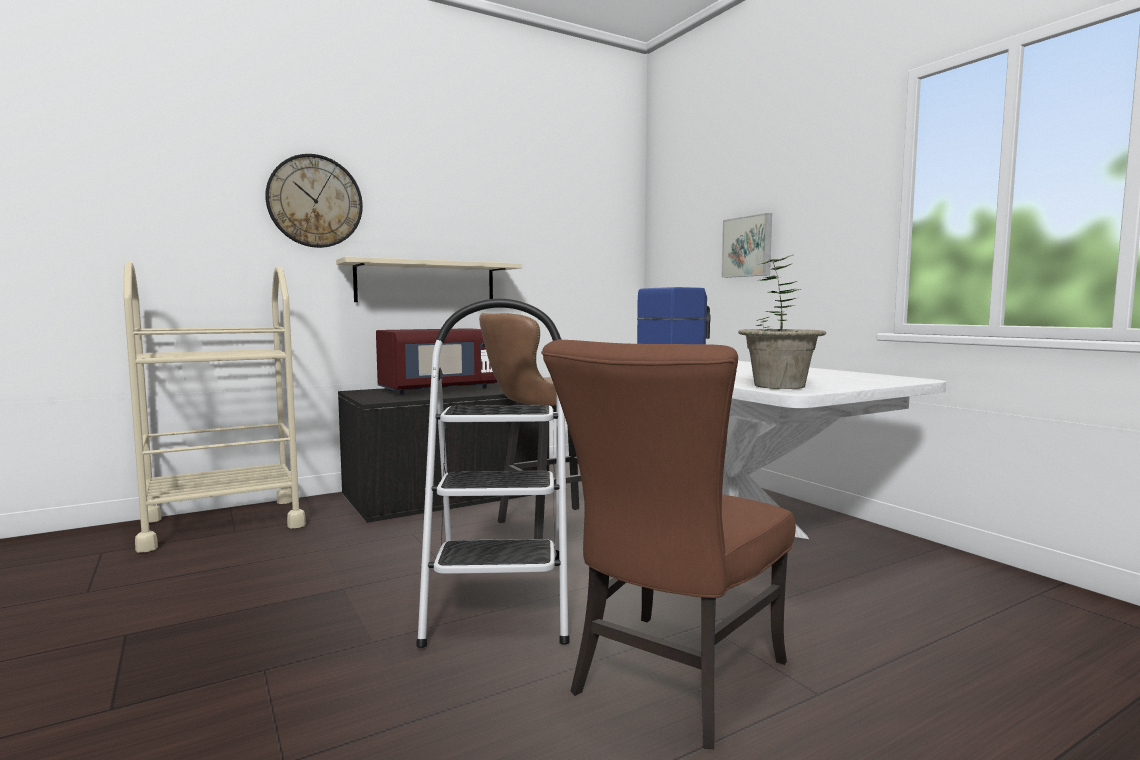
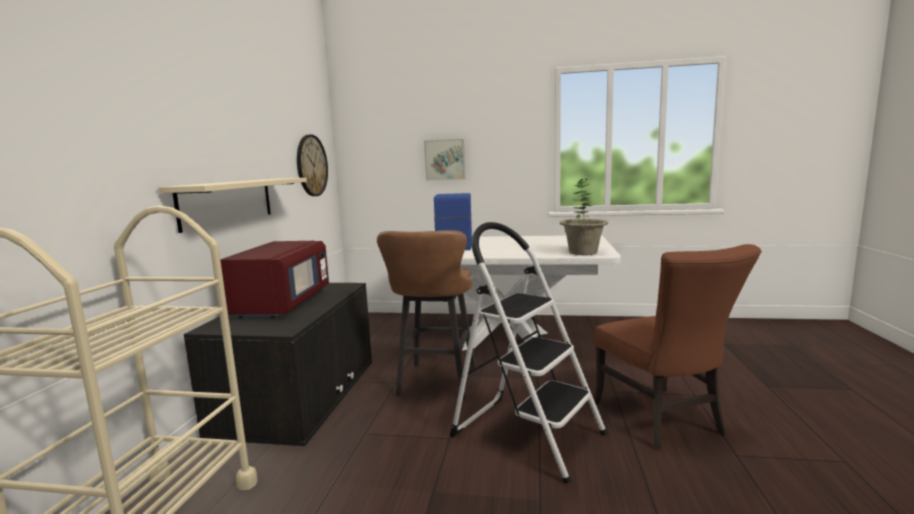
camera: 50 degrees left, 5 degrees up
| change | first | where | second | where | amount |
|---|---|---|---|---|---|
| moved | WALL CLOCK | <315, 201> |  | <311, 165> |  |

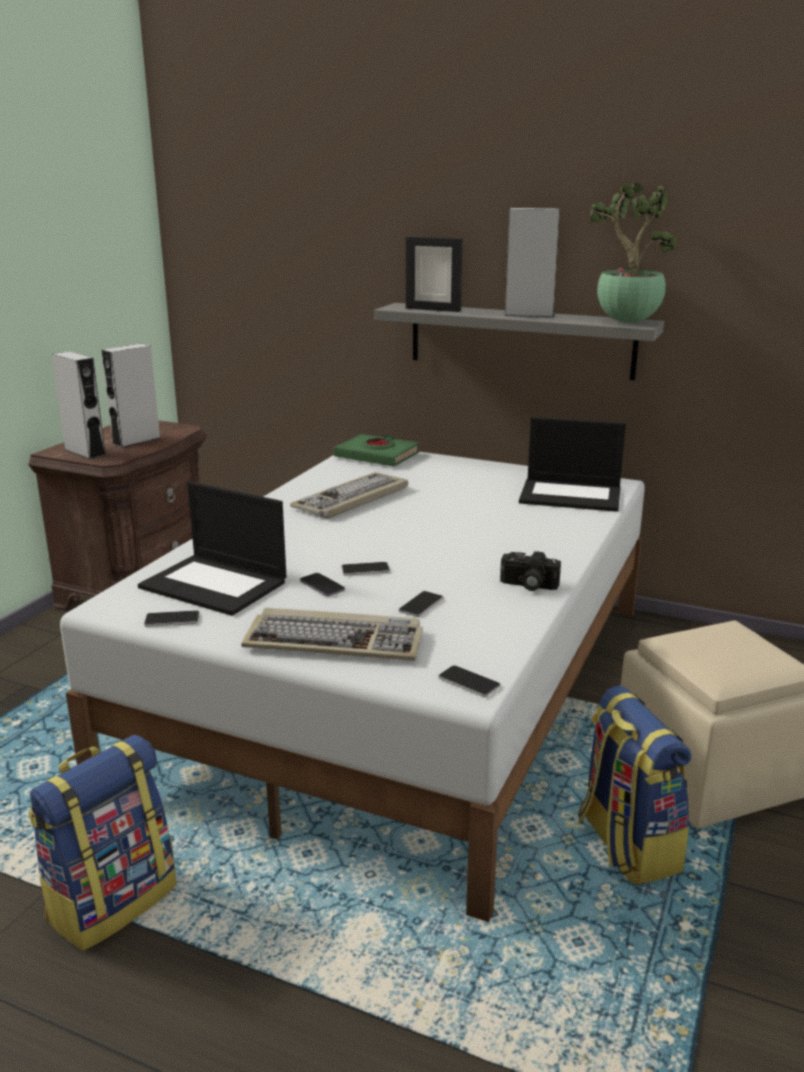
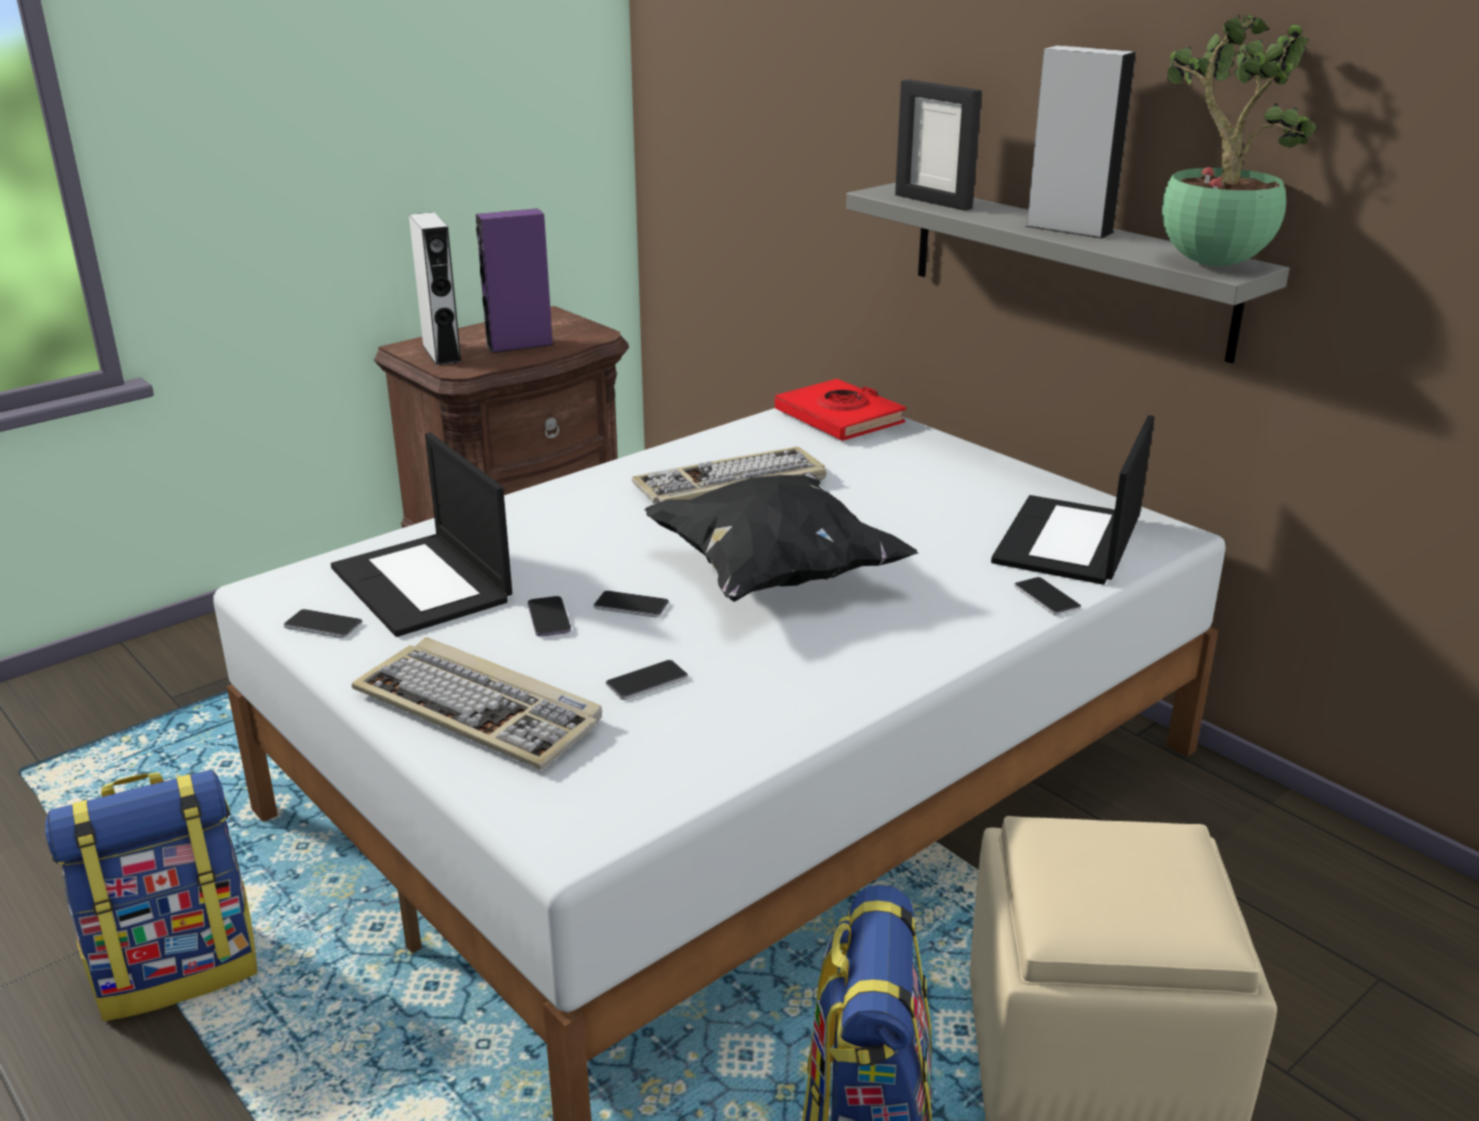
camera: 25 degrees right, 5 degrees up
| change | first | where | second | where | amount |
|---|---|---|---|---|---|
| recoloured | GRAY AUDIO SPEAKER | <136, 440> | PURPLISH AUDIO SPEAKER | <519, 345> |  |
| turned | NOTEBOOK COMPUTER | <572, 495> |  | <1069, 542> | 75 degrees clockwise |
| recoloured | GREENISH VOLUME | <377, 456> | RED VOLUME | <839, 418> |  |
| removed | STILL CAMERA | <528, 585> |  |  |  |
| moved | TELEPHONE | <469, 682> |  | <1047, 597> |  |
| added |  |  | BLACK THROW PILLOW | <773, 574> |  |

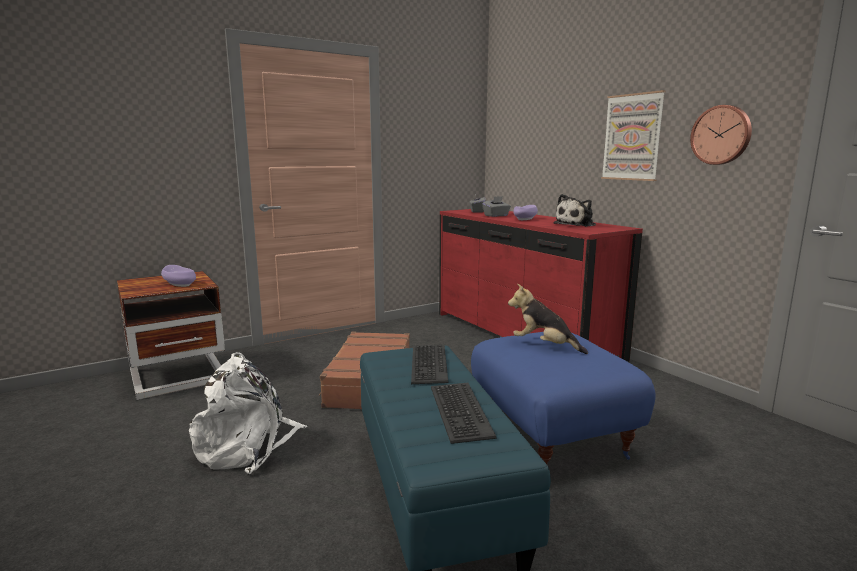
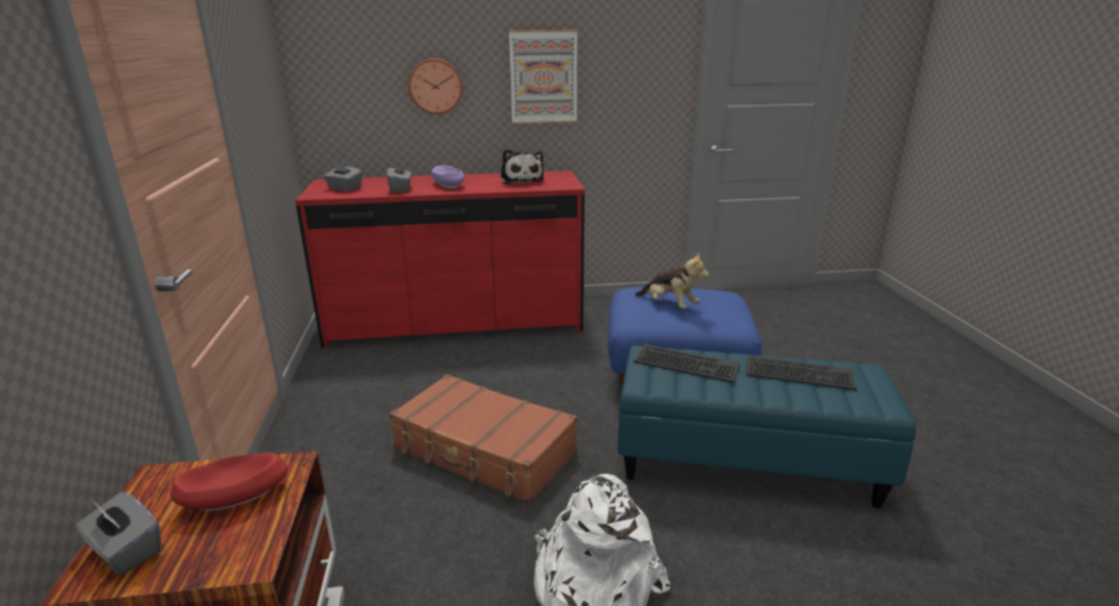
camera: 65 degrees left, 10 degrees up
| change | first | where | second | where | amount |
|---|---|---|---|---|---|
| moved | WALL CLOCK | <721, 135> |  | <435, 86> |  |
| recoloured | PURPLISH BOWL | <179, 284> | RED BOWL | <234, 497> |  |
| turned | PLUSH TOY | <544, 346> |  | <669, 305> | 105 degrees counterclockwise |
| added |  |  | GRAY BOX OF TISSUES | <125, 552> |  |

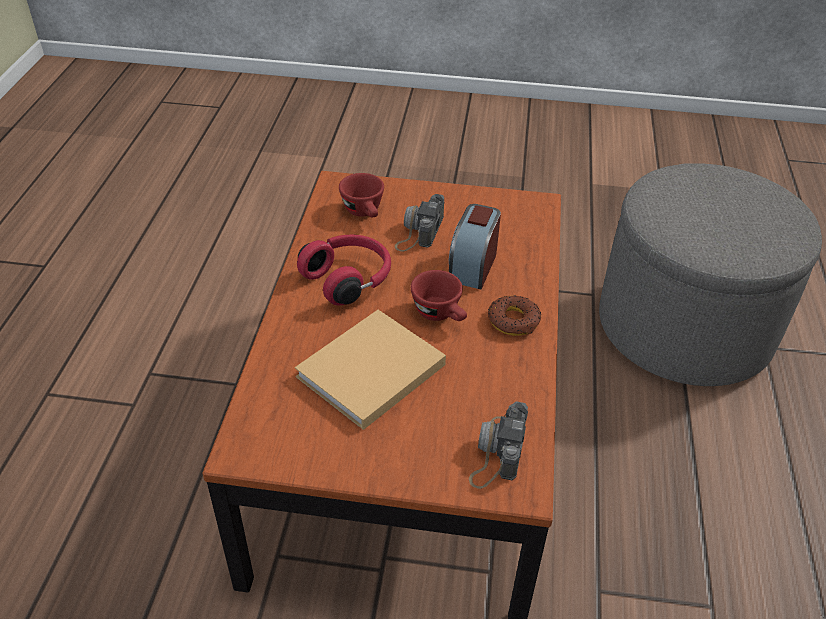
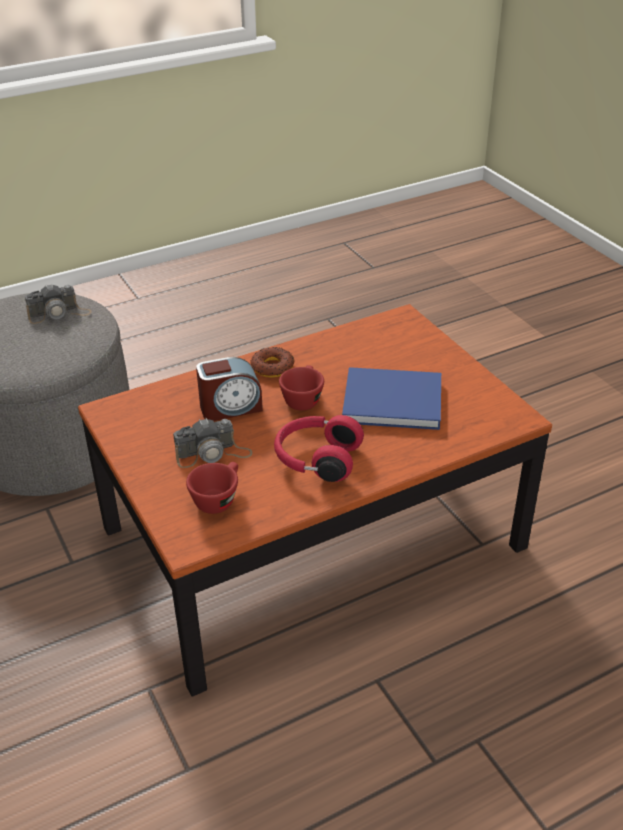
camera: 125 degrees left, 5 degrees down
| change | first | where | second | where | amount |
|---|---|---|---|---|---|
| recoloured | SAND-COLOURED VOLUME | <368, 373> | BLUE-COLOURED VOLUME | <396, 402> |  |
| moved | STILL CAMERA | <497, 453> |  | <59, 313> |  |

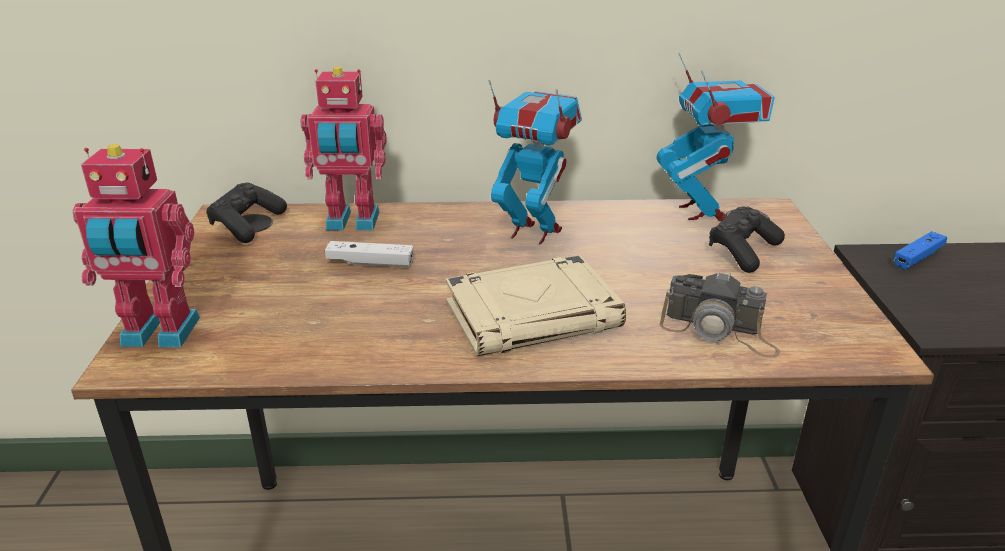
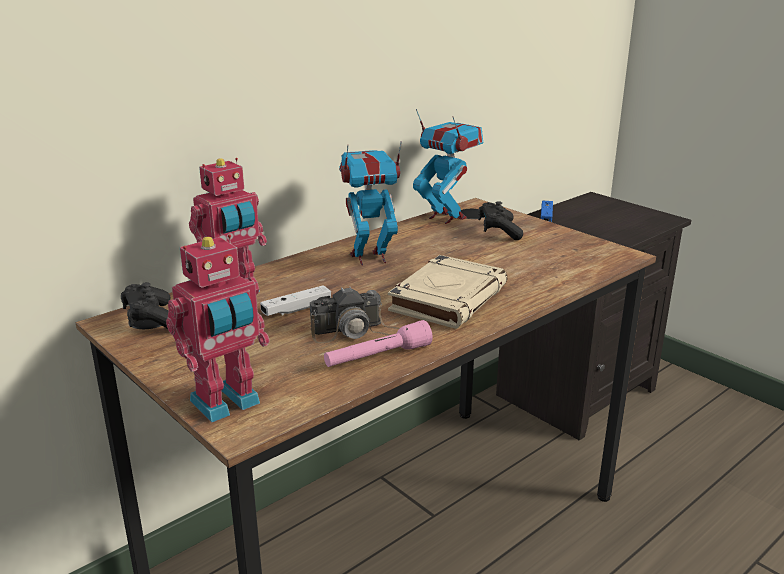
camera: 40 degrees left, 5 degrees down
| change | first | where | second | where | amount |
|---|---|---|---|---|---|
| moved | STILL CAMERA | <719, 331> |  | <356, 331> |  |
| added |  |  | PINK HAND TORCH | <378, 357> |  |

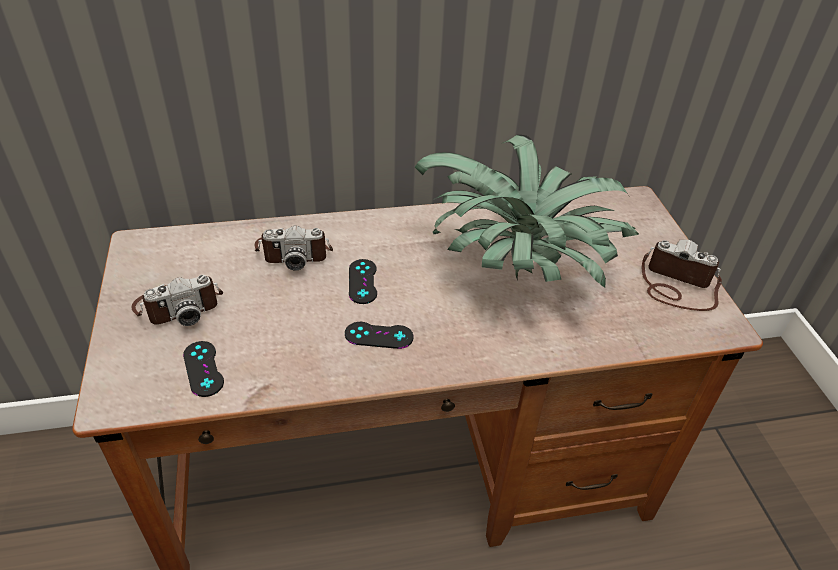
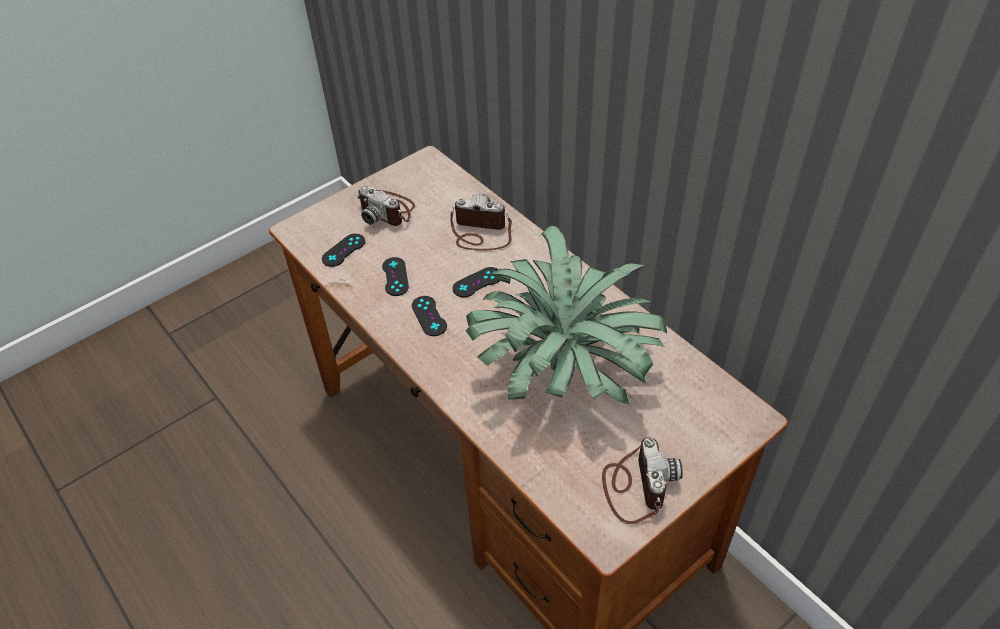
camera: 65 degrees right, 5 degrees up
| change | first | where | second | where | amount |
|---|---|---|---|---|---|
| turned | STILL CAMERA | <294, 251> |  | <480, 233> | 135 degrees clockwise |
| added |  |  | BLACK JOYPAD | <395, 276> |  |

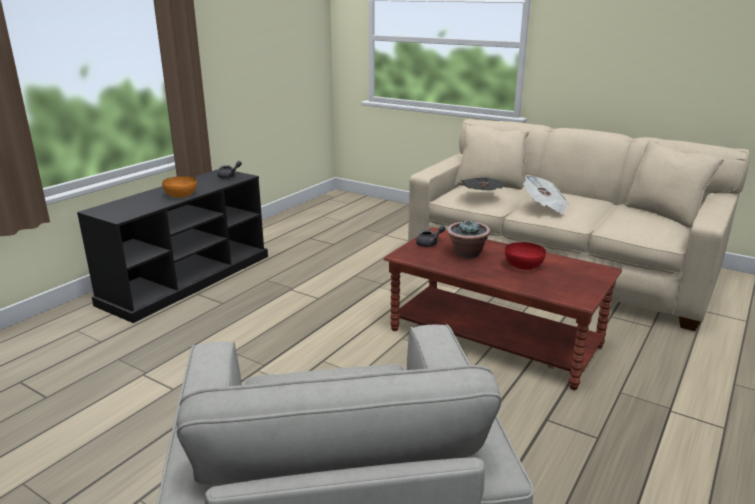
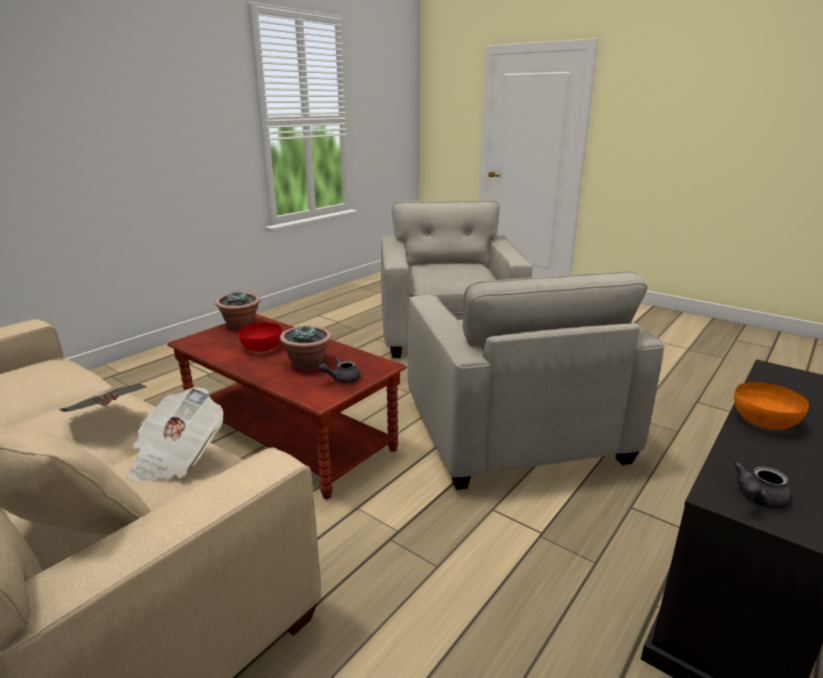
camera: 175 degrees left, 0 degrees up
| change | first | where | second | where | amount |
|---|---|---|---|---|---|
| added |  |  | GRAY EASY CHAIR | <512, 430> |  |
| added |  |  | POTTED PLANT | <241, 324> |  |

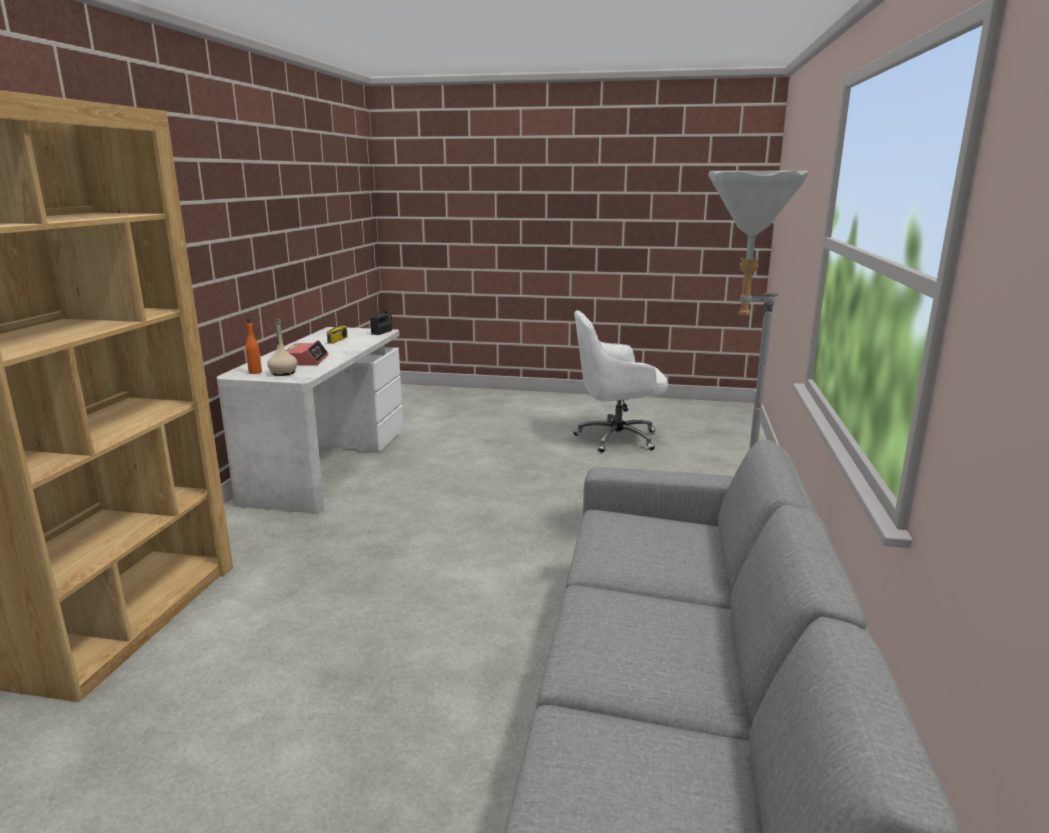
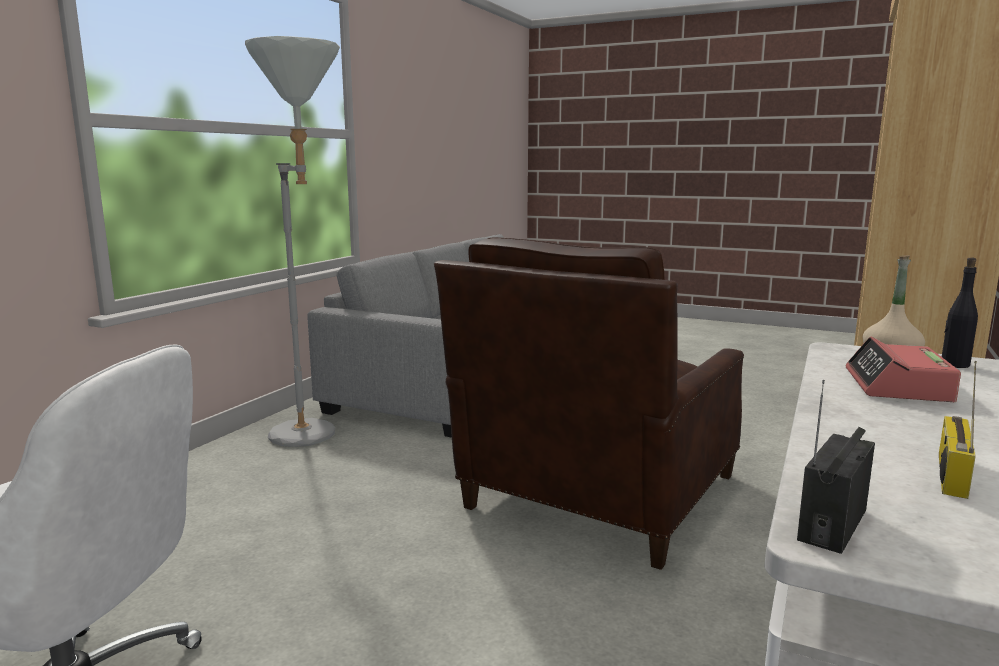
camera: 165 degrees left, 5 degrees down
| change | first | where | second | where | amount |
|---|---|---|---|---|---|
| recoloured | ORANGE-COLOURED DRINK BOTTLE | <255, 372> | BLACK DRINK BOTTLE | <954, 364> |  |
| added |  |  | BROWN EASY CHAIR | <598, 495> |  |

